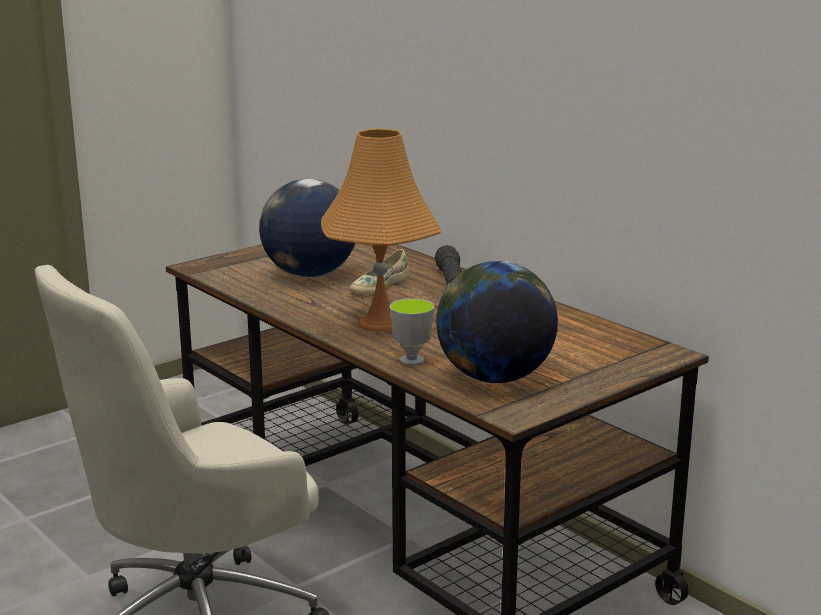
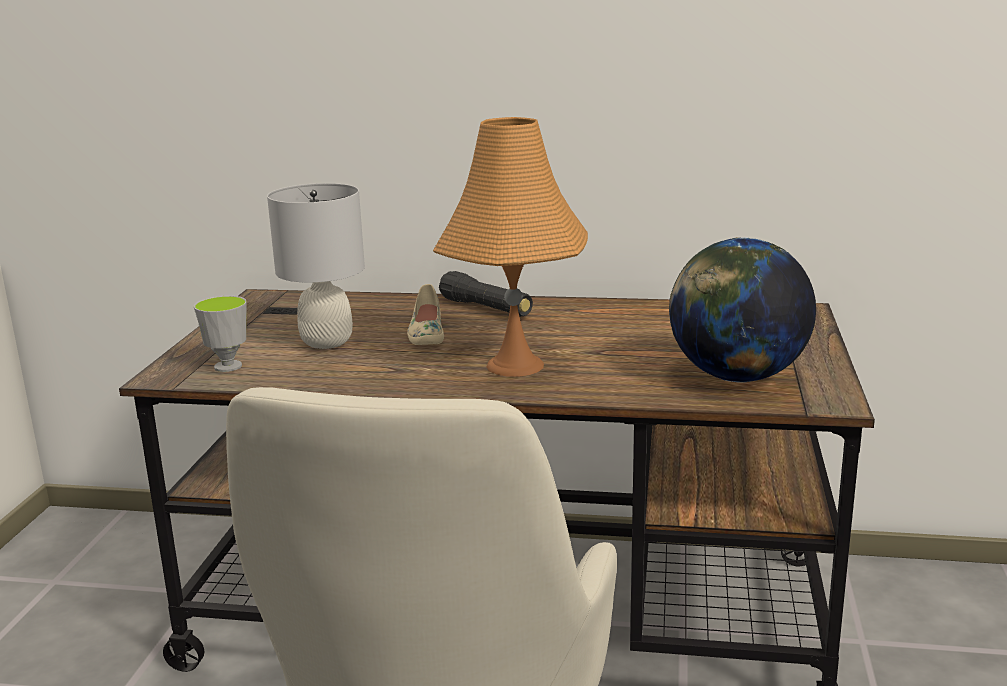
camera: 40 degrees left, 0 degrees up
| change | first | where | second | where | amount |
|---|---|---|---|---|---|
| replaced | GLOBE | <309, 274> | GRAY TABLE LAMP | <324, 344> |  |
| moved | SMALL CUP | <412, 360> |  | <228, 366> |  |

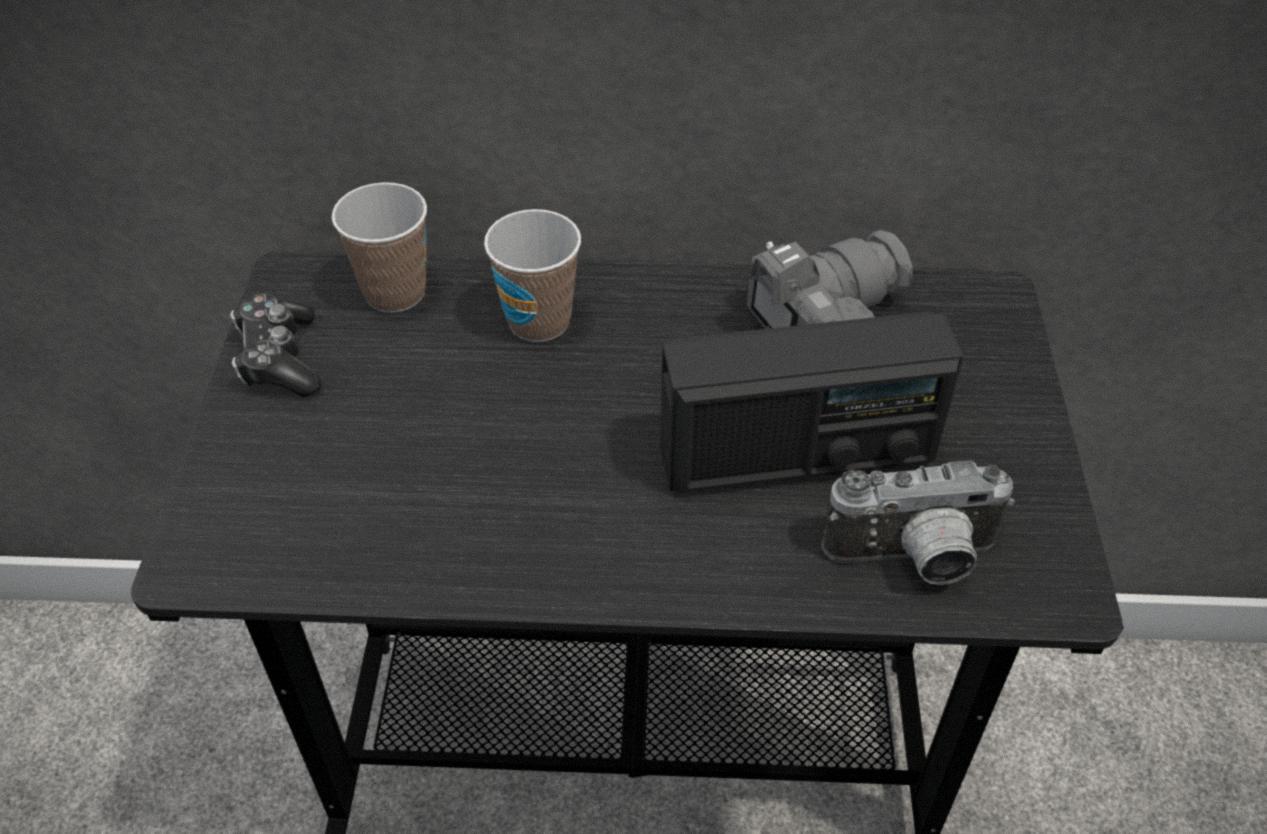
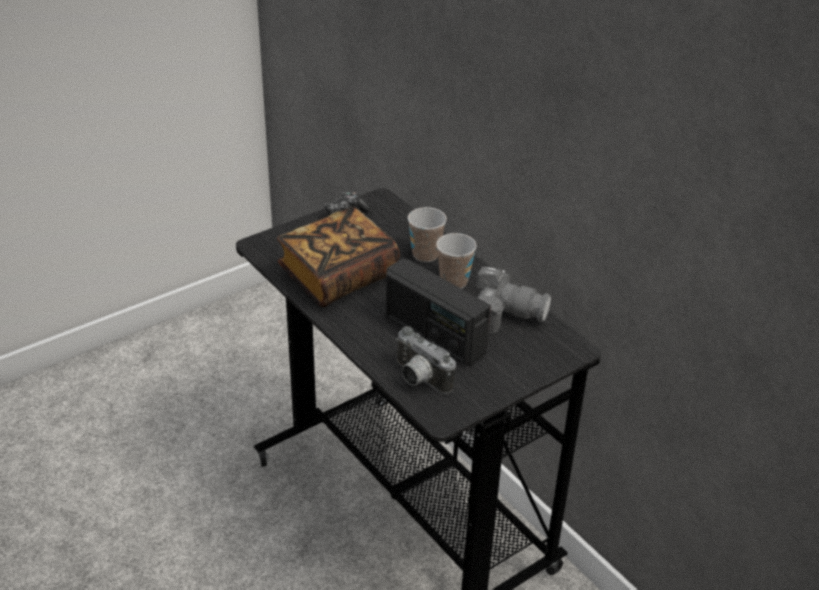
camera: 50 degrees right, 10 degrees down
| change | first | where | second | where | amount |
|---|---|---|---|---|---|
| moved | SMALL CUP | <395, 293> |  | <454, 281> |  |
| added |  |  | VOLUME | <338, 276> |  |

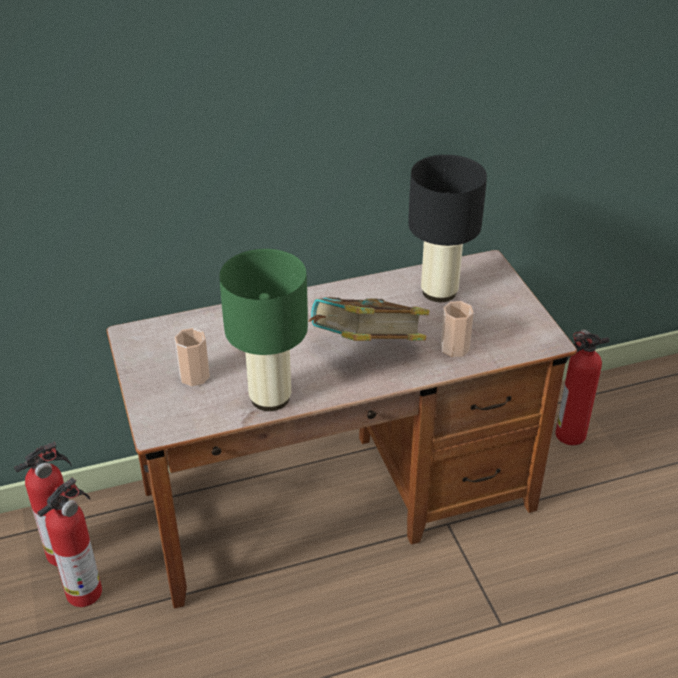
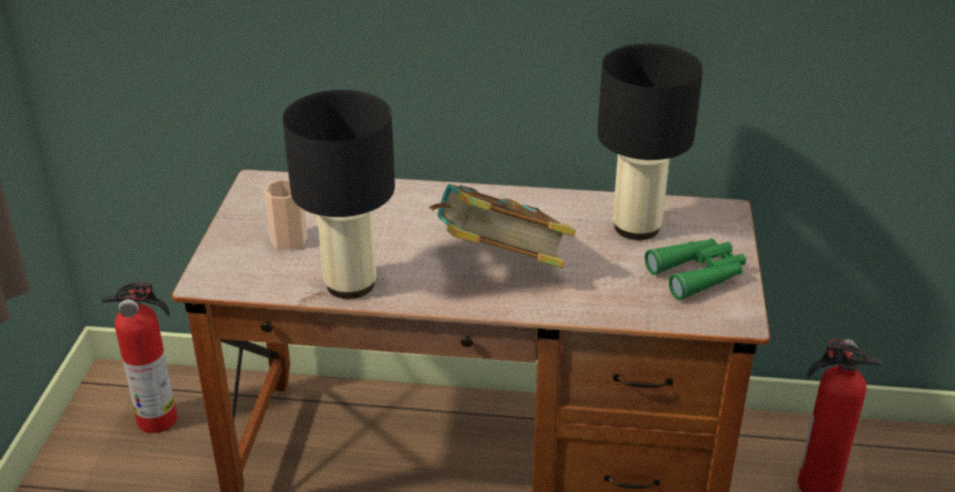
camera: 25 degrees right, 5 degrees down
| change | first | where | second | where | amount |
|---|---|---|---|---|---|
| recoloured | GREENISH TABLE LAMP | <270, 397> | BLACK TABLE LAMP | <351, 283> |  |
| removed | SMALL CUP | <454, 348> |  |  |  |
| removed | EXTINGUISHER | <86, 590> |  |  |  |
| added |  |  | GREENISH FIELD GLASSES | <698, 275> |  |

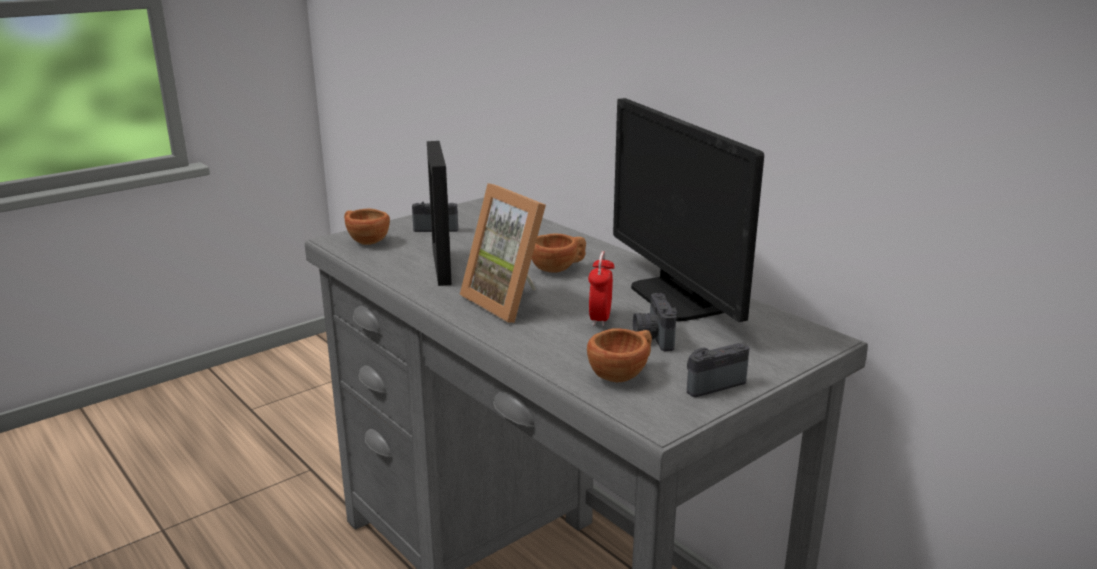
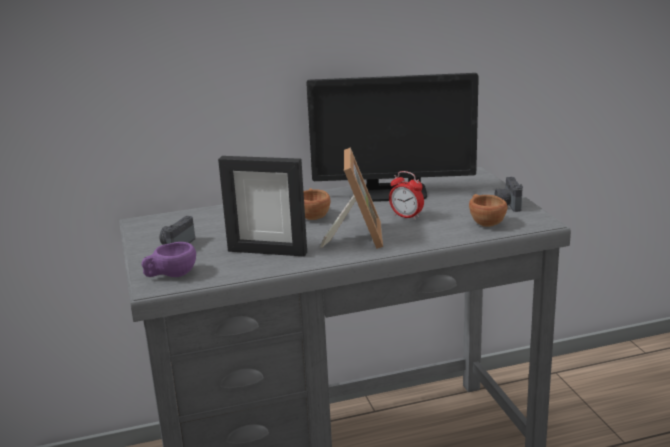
camera: 65 degrees left, 0 degrees up
| change | first | where | second | where | amount |
|---|---|---|---|---|---|
| turned | STANDING FRAME | <511, 301> |  | <356, 237> | 75 degrees counterclockwise |
| recoloured | BROWN SMALL CUP | <364, 241> | PURPLISH SMALL CUP | <171, 275> |  |
| removed | STILL CAMERA | <652, 338> |  |  |  |

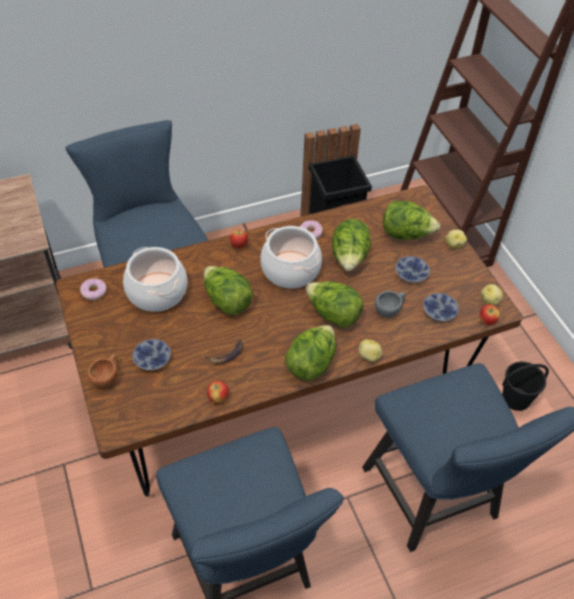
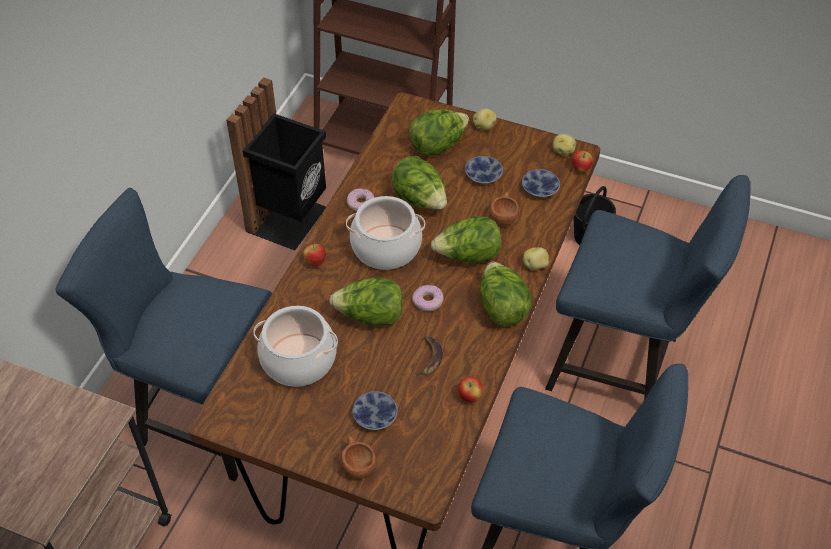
camera: 45 degrees left, 0 degrees up
| change | first | where | second | where | amount |
|---|---|---|---|---|---|
| moved | RING DOUGHNUT | <94, 292> |  | <428, 301> |  |
| recoloured | GRAY SMALL CUP | <390, 309> | BROWN SMALL CUP | <503, 216> |  |

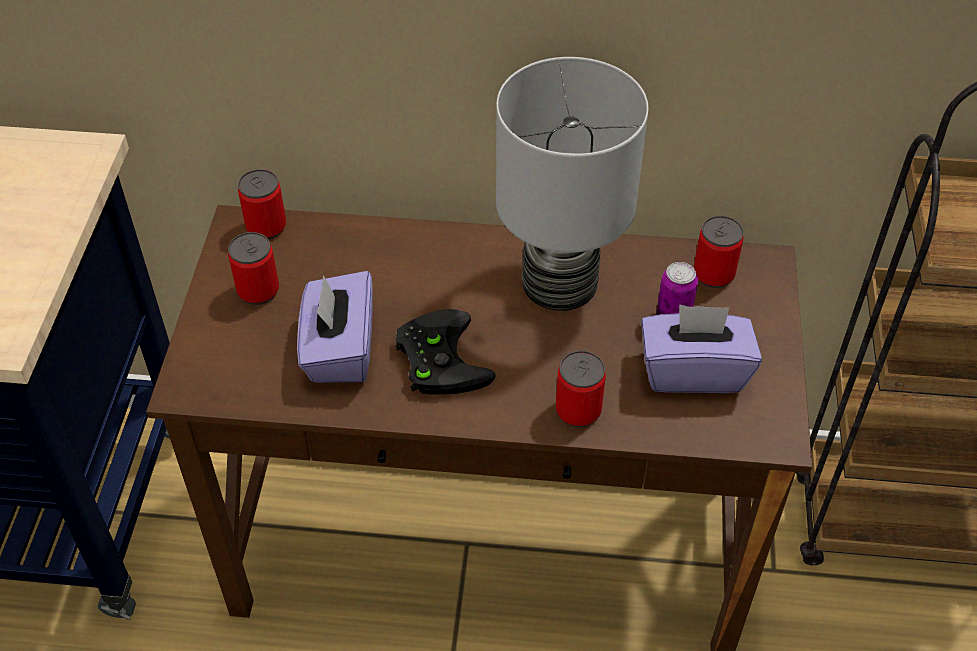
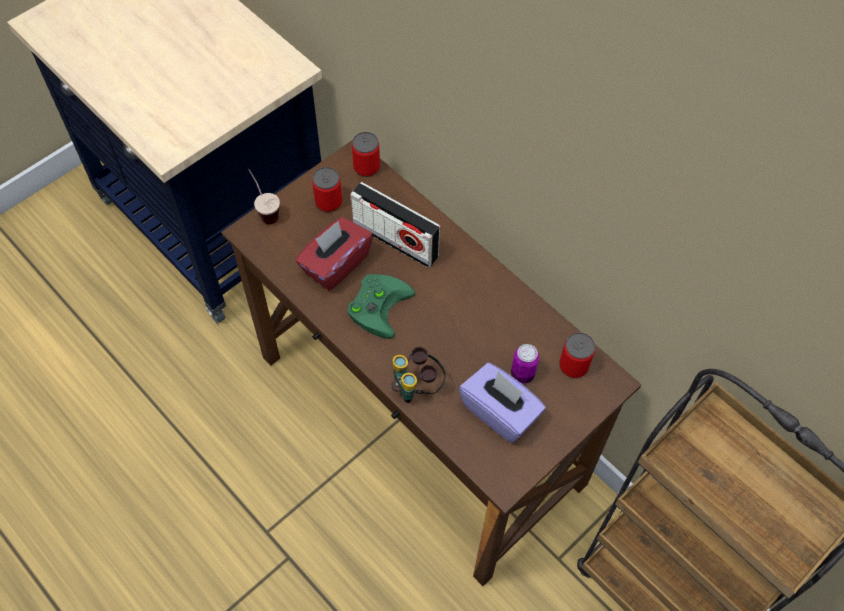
camera: 40 degrees right, 10 degrees up
| change | first | where | second | where | amount |
|---|---|---|---|---|---|
| removed | GRAY TABLE LAMP | <560, 283> |  |  |  |
| recoloured | PURPLISH BOX OF TISSUES | <339, 350> | RED BOX OF TISSUES | <335, 264> |  |
| recoloured | BLACK JOYPAD | <438, 357> | GREENISH JOYPAD | <378, 304> |  |
| replaced | CAN | <578, 410> | FIELD GLASSES | <417, 387> |  |
| added |  |  | SMALL CUP | <265, 210> |  |
| added |  |  | RADIO | <395, 240> |  |

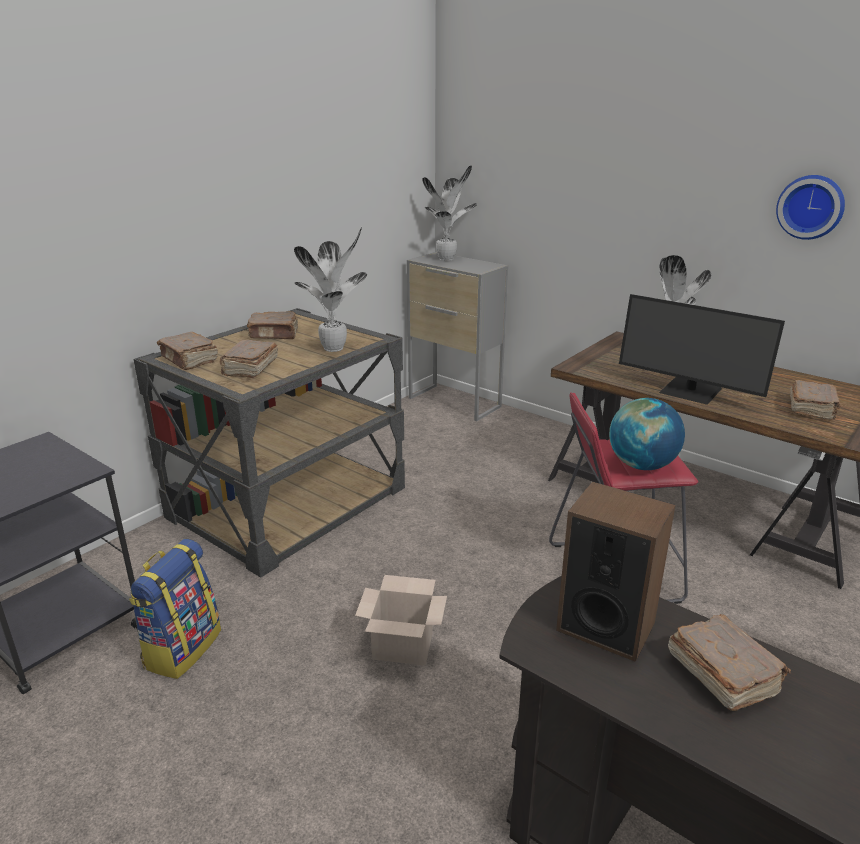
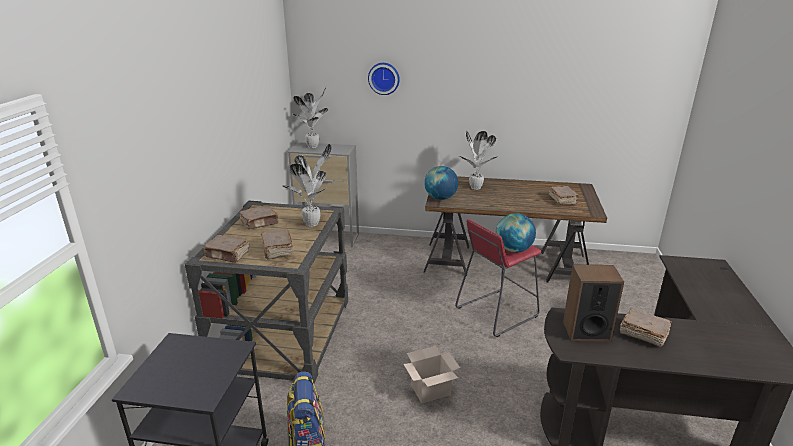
camera: 30 degrees left, 0 degrees up
| change | first | where | second | where | amount |
|---|---|---|---|---|---|
| moved | WALL CLOCK | <811, 206> |  | <384, 78> |  |
| removed | COMPUTER DISPLAY | <689, 391> |  |  |  |
| added |  |  | GLOBE | <440, 198> |  |

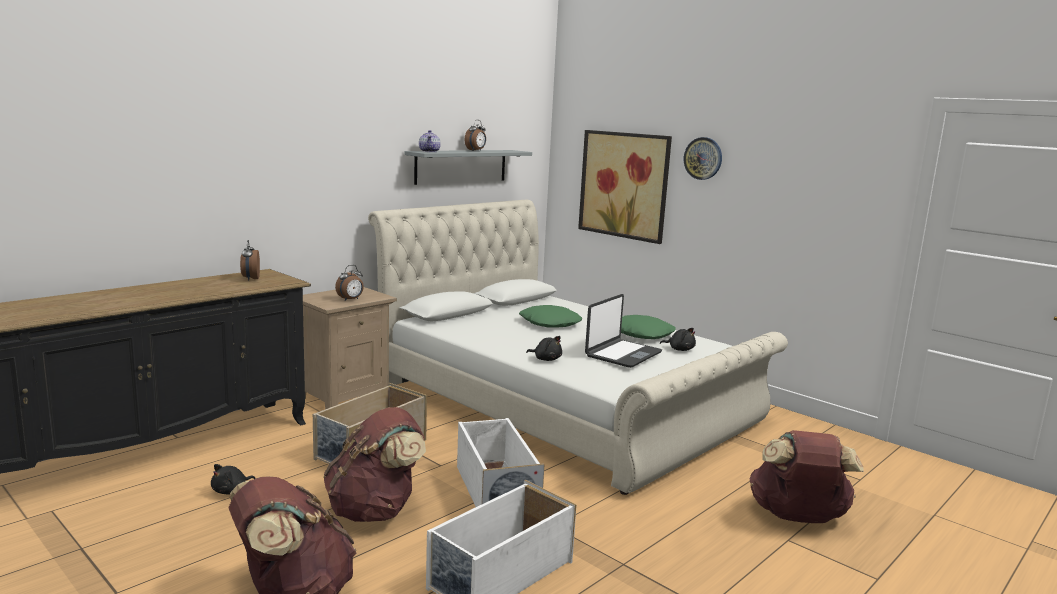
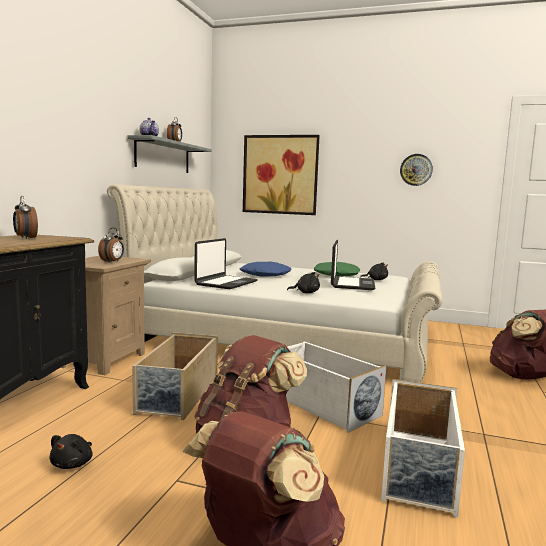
camera: 25 degrees left, 5 degrees down
| change | first | where | second | where | amount |
|---|---|---|---|---|---|
| moved | WALL CLOCK | <703, 158> |  | <416, 170> |  |
| recoloured | GREENISH THROW PILLOW | <549, 323> | BLUE-COLOURED THROW PILLOW | <265, 275> |  |
| added |  |  | NOTEBOOK COMPUTER | <226, 283> |  |

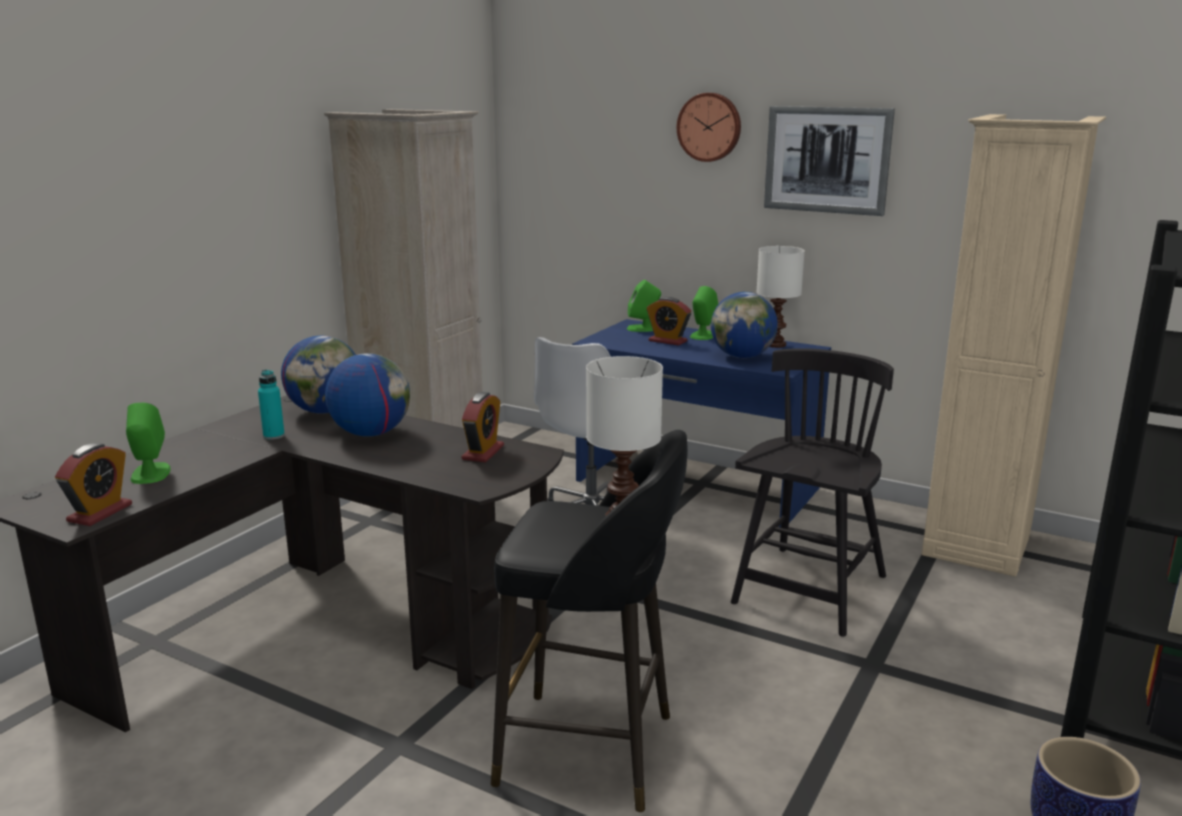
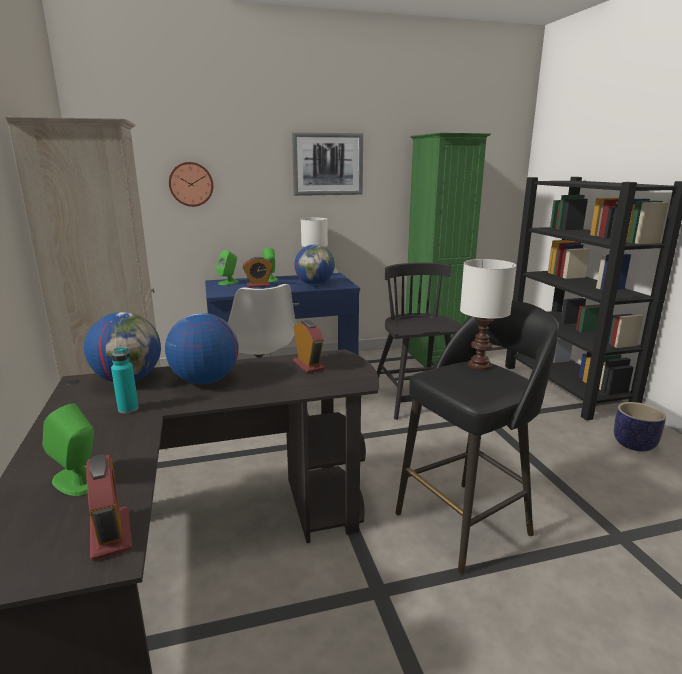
camera: 45 degrees left, 0 degrees up
| change | first | where | second | where | amount |
|---|---|---|---|---|---|
| moved | WALL CLOCK | <710, 127> |  | <191, 184> |  |
| recoloured | SAND-COLOURED CUPBOARD | <978, 544> | GREENISH CUPBOARD | <435, 355> |  |

